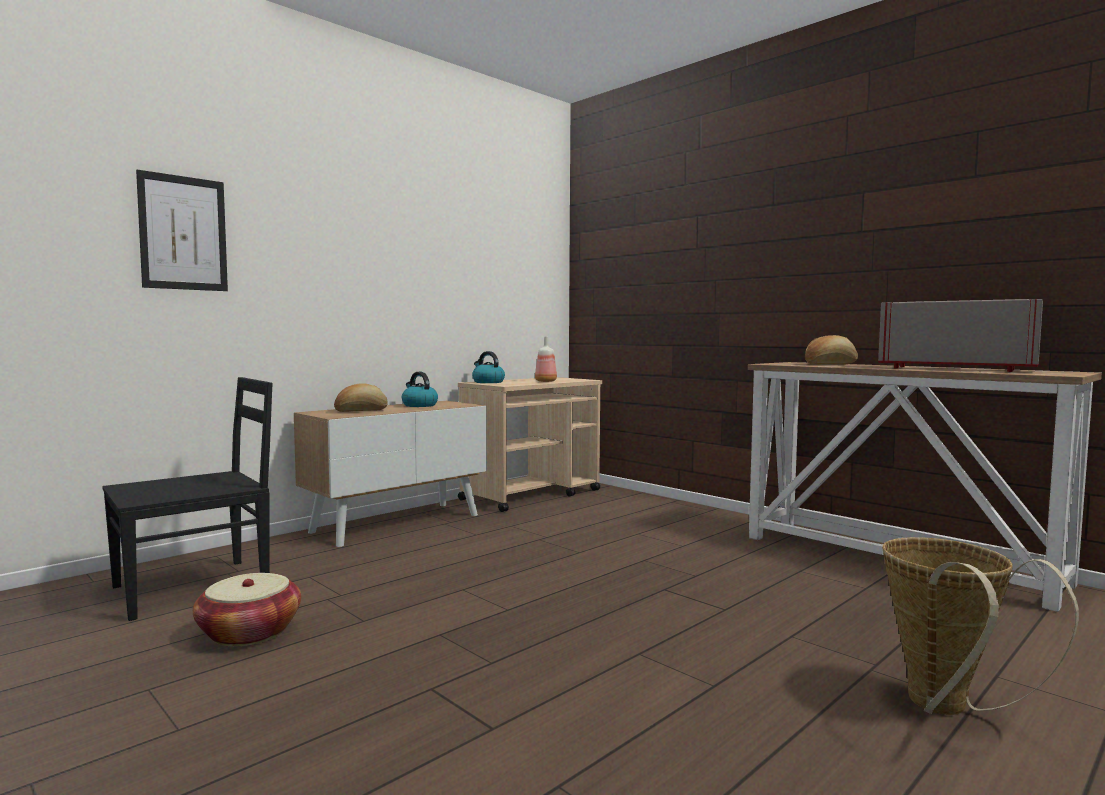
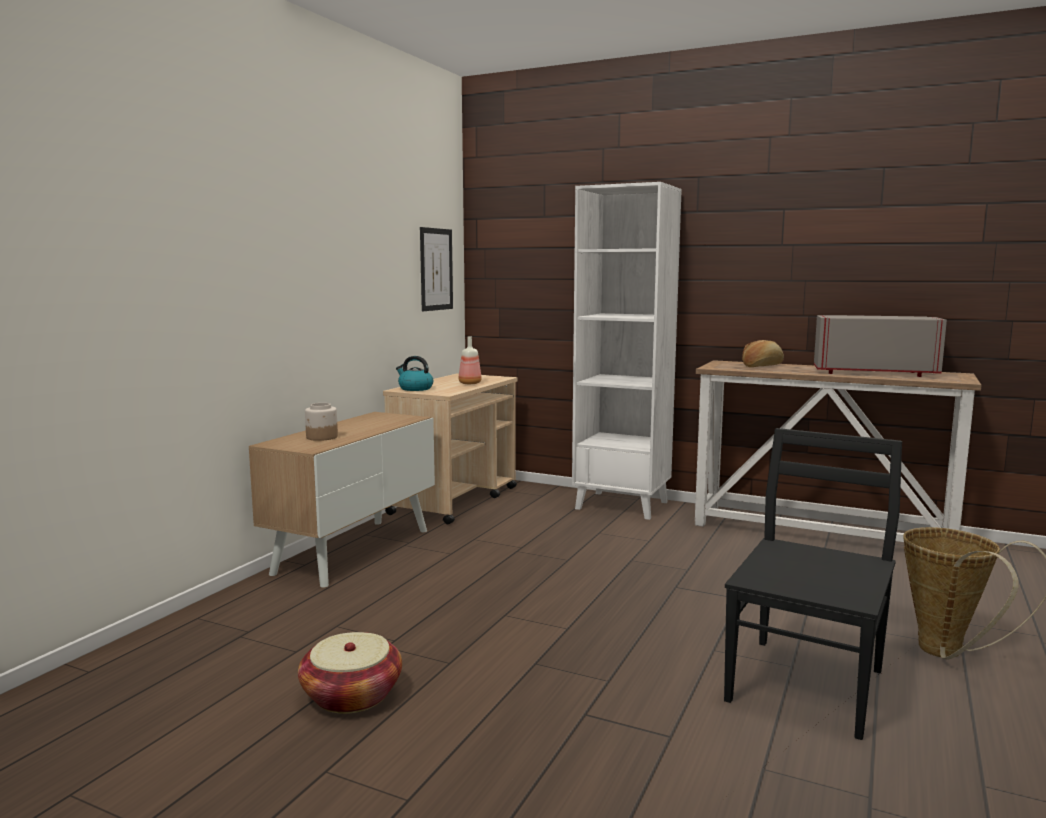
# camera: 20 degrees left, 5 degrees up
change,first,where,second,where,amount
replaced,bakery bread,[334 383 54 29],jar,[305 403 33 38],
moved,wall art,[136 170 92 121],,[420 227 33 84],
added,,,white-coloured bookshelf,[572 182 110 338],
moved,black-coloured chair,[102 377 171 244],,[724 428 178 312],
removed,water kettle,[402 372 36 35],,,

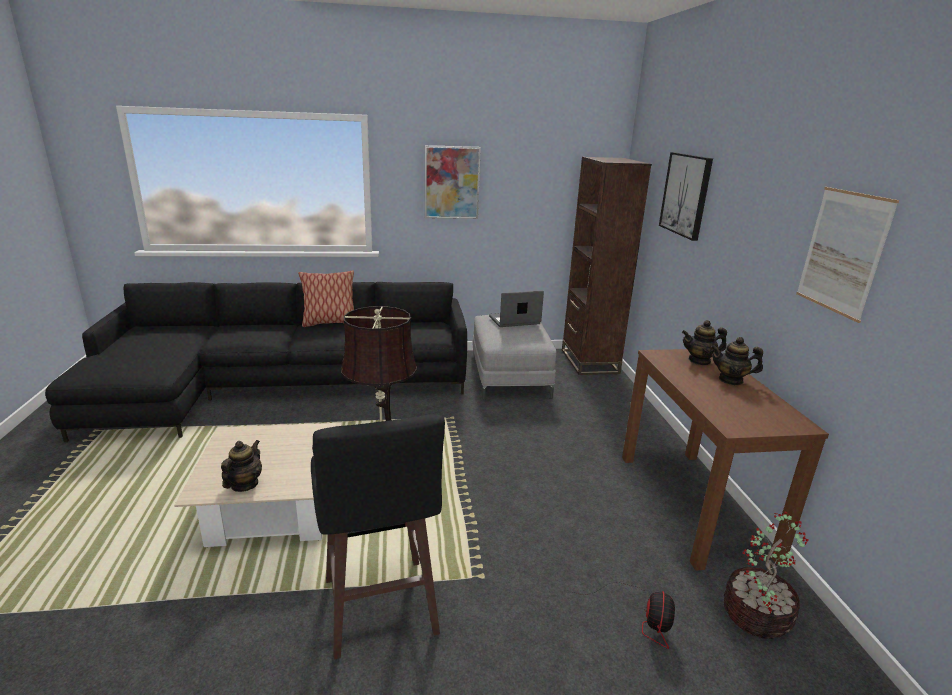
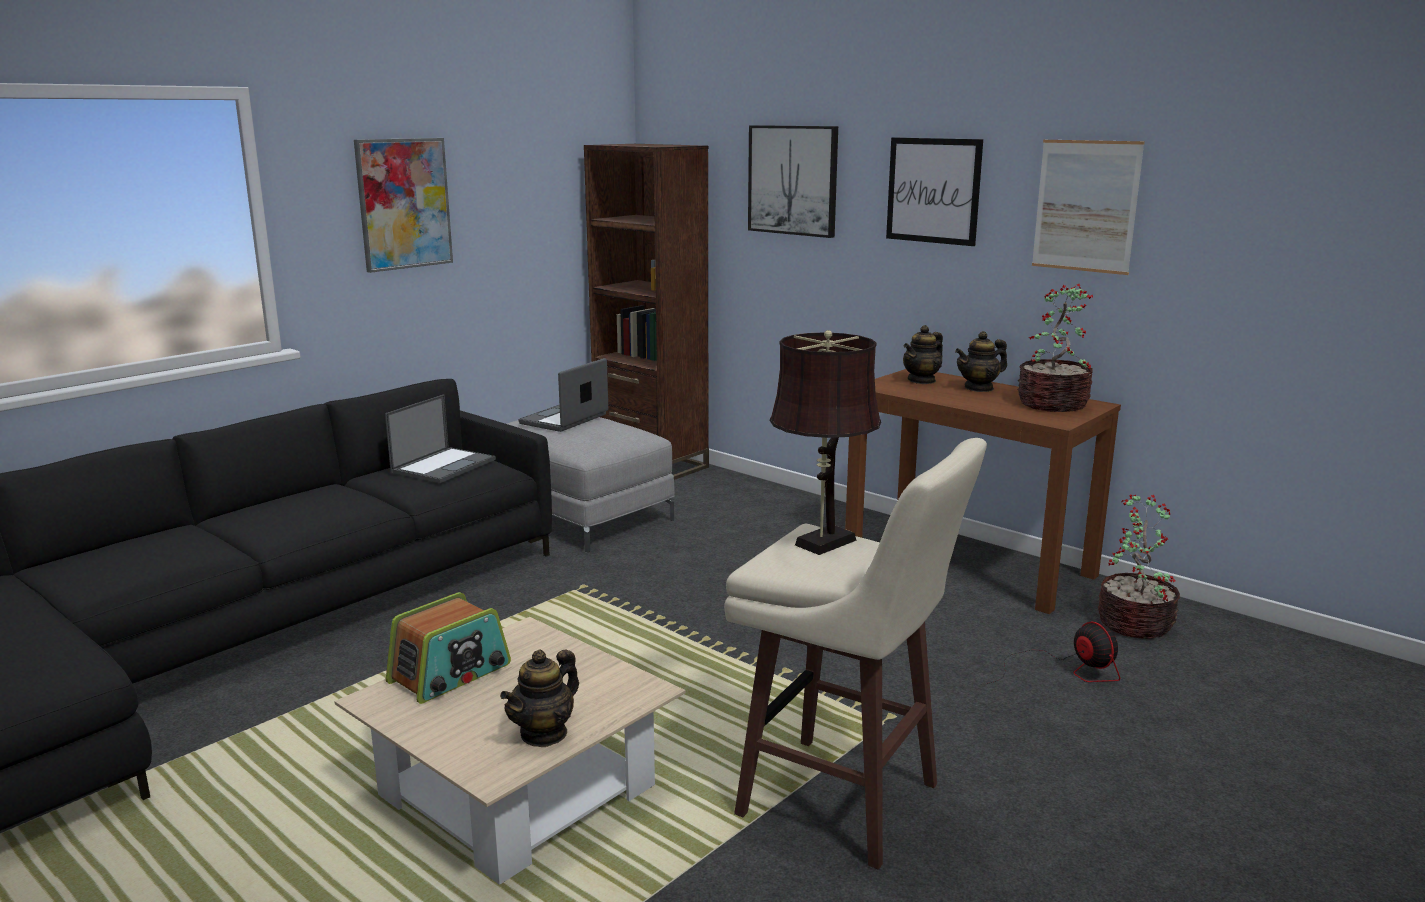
# camera: 40 degrees left, 5 degrees down
change,first,where,second,where,amount
added,,,laptop,[385 394 111 89],
added,,,radio,[386 592 125 112],
turned,teapot,[221 440 41 52],,[500 649 79 98],120 degrees counterclockwise
recoloured,black-coloured stool,[311 414 134 246],beige-coloured stool,[724 438 263 432],
added,,,wall art,[886 138 97 108],
added,,,houseplant,[1017 284 76 128],
removed,cushion,[298 270 56 57],,,

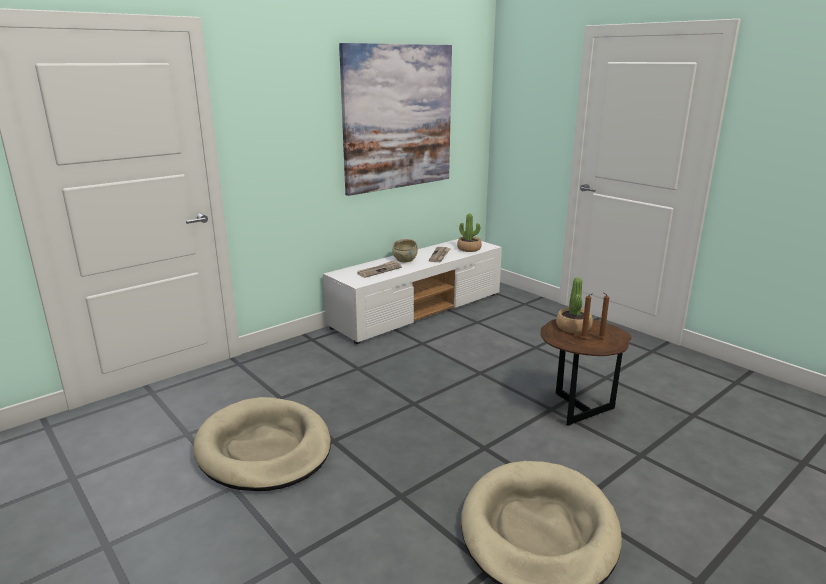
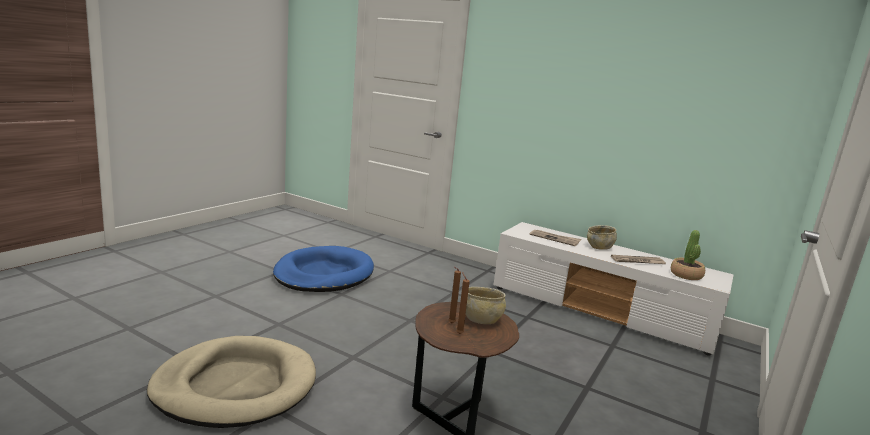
# camera: 70 degrees right, 5 degrees down
change,first,where,second,where,amount
recoloured,beige-coloured pet bed,[193 397 138 94],bluish pet bed,[273 246 101 46],
replaced,houseplant,[556 277 37 56],beige-coloured serving bowl,[466 287 40 37],
removed,wall art,[339 43 113 153],,,

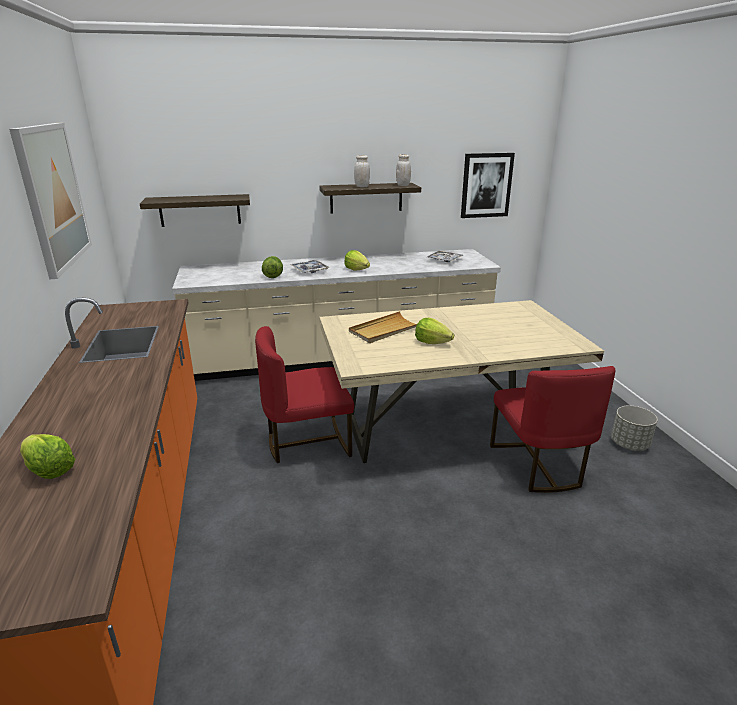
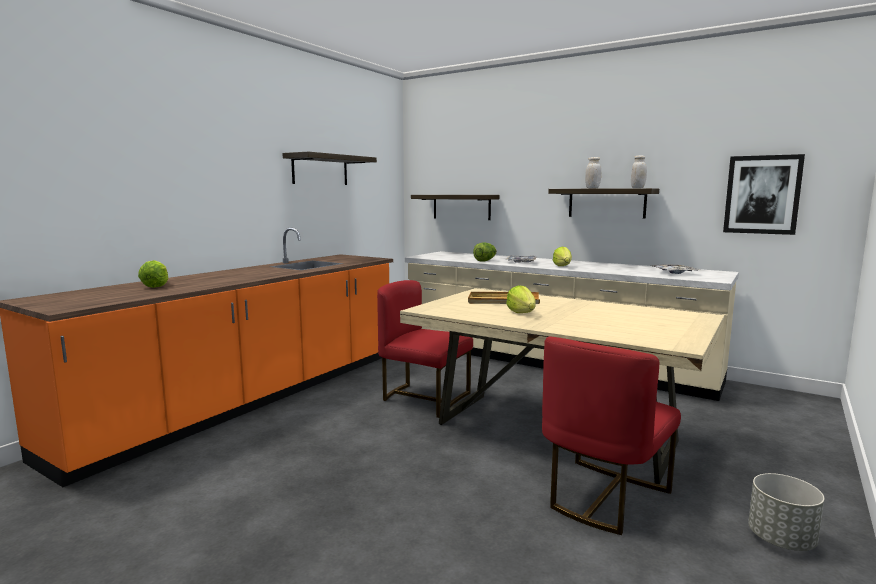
# camera: 45 degrees right, 15 degrees down
change,first,where,second,where,amount
replaced,wall art,[9 123 83 156],shelf,[282 152 95 33],

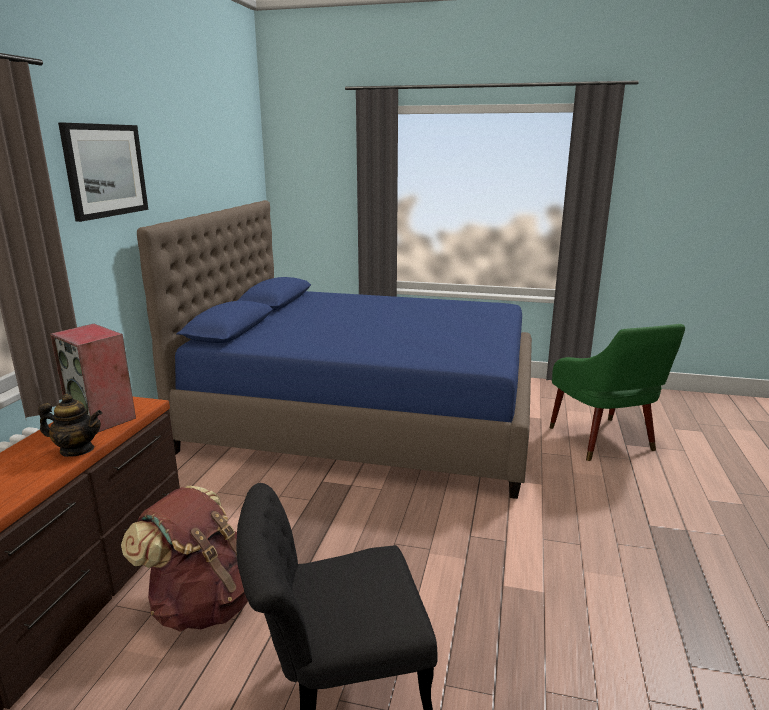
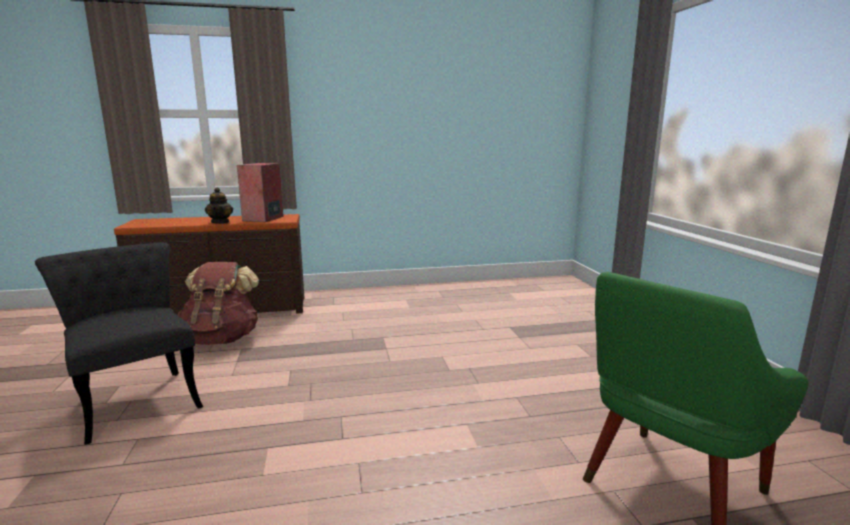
# camera: 65 degrees right, 5 degrees down
change,first,where,second,where,amount
removed,wall art,[58 123 90 99],,,
removed,bluish sleeping bed,[137 200 395 299],,,

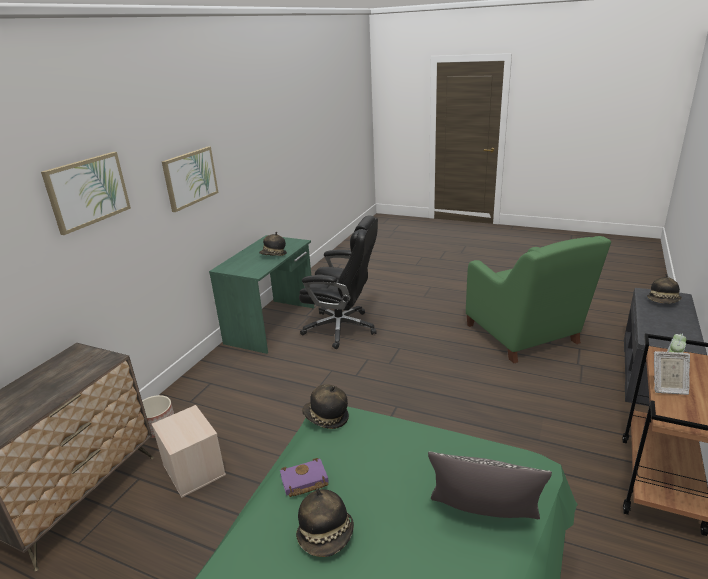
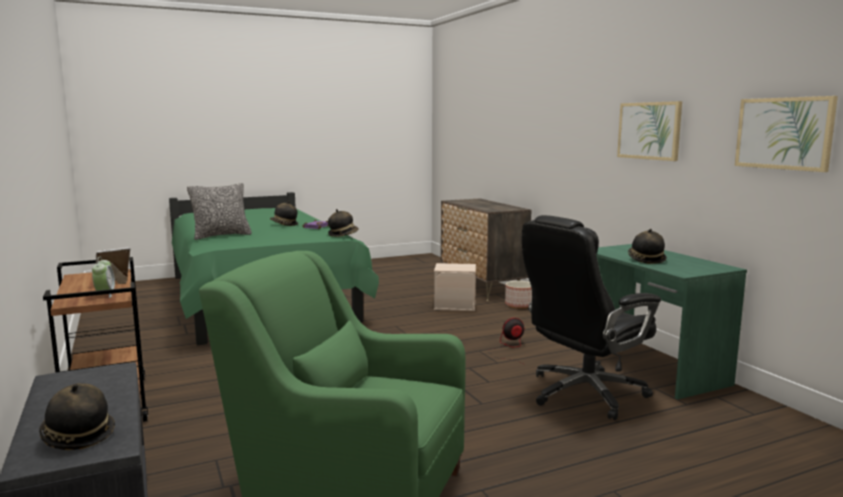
# camera: 130 degrees right, 15 degrees down
change,first,where,second,where,amount
added,,,electric fan,[492 318 33 47],
moved,wall art,[41 152 90 83],,[735 96 103 76],

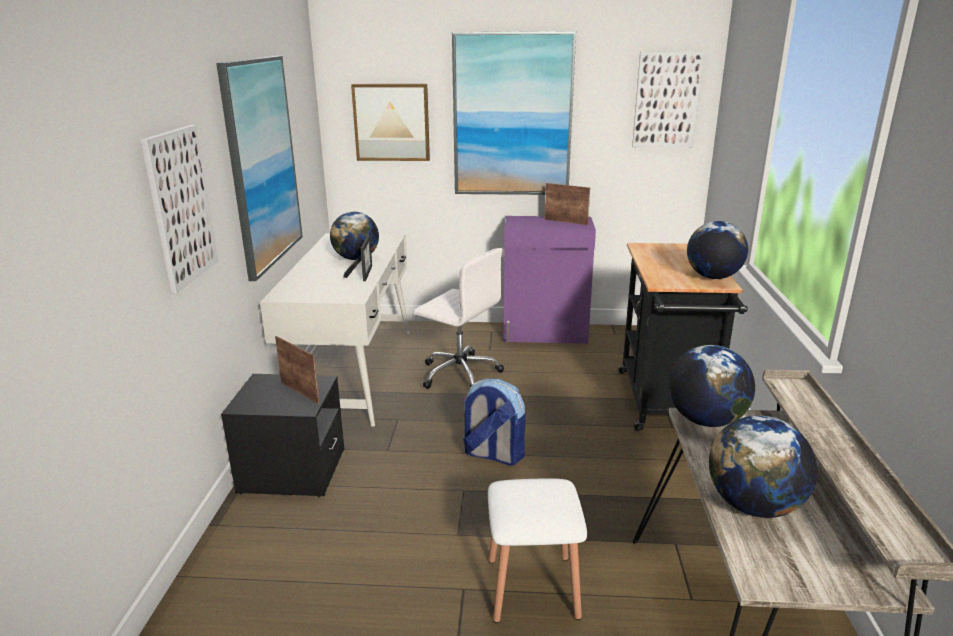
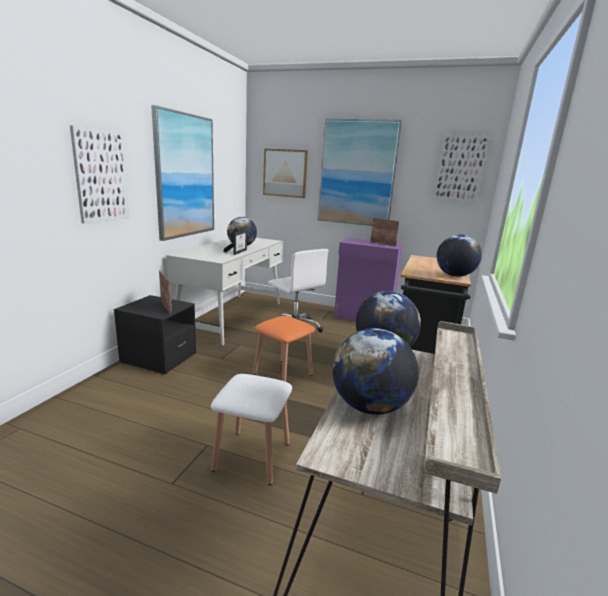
# camera: 15 degrees right, 5 degrees down
change,first,where,second,where,amount
replaced,backpack,[463 378 62 88],orange stool,[253 316 62 66],

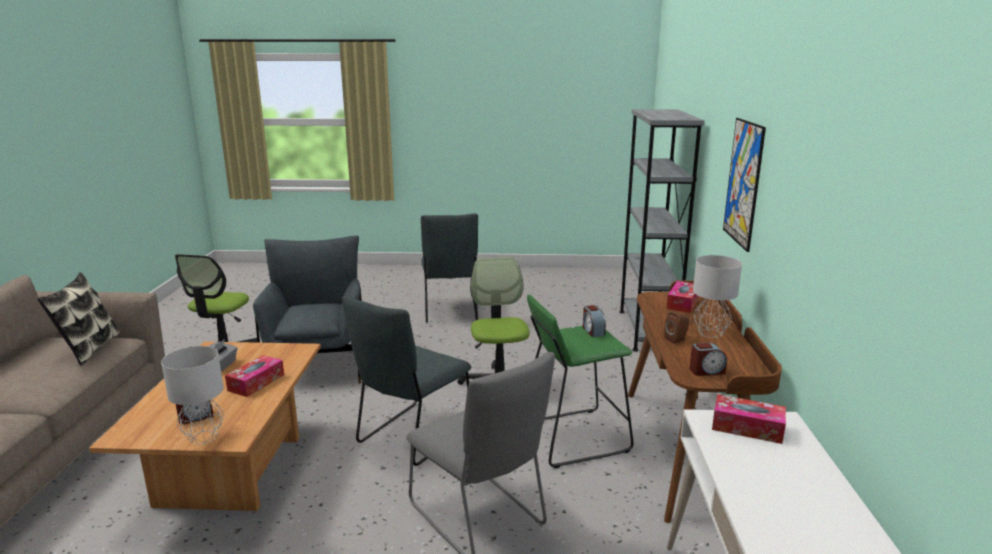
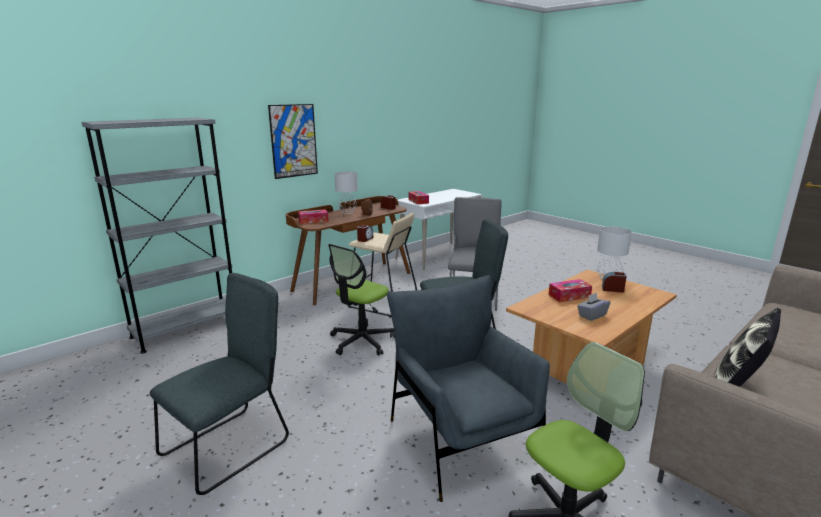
# camera: 135 degrees left, 0 degrees up
change,first,where,second,where,amount
recoloured,green stool,[527 294 107 174],beige-coloured stool,[347 213 70 105],
turned,grey lounge chair,[253 236 109 148],,[387 275 163 227],120 degrees clockwise

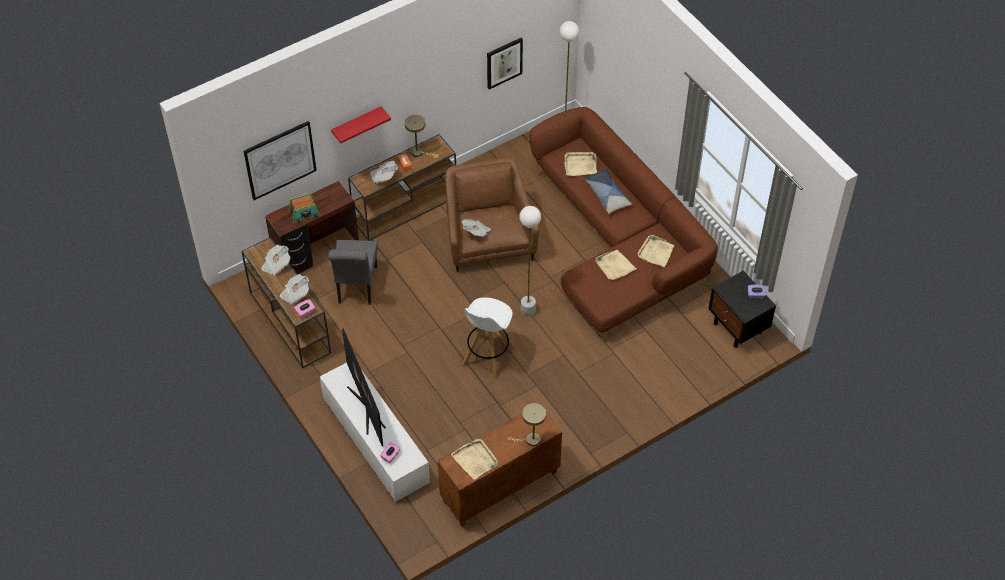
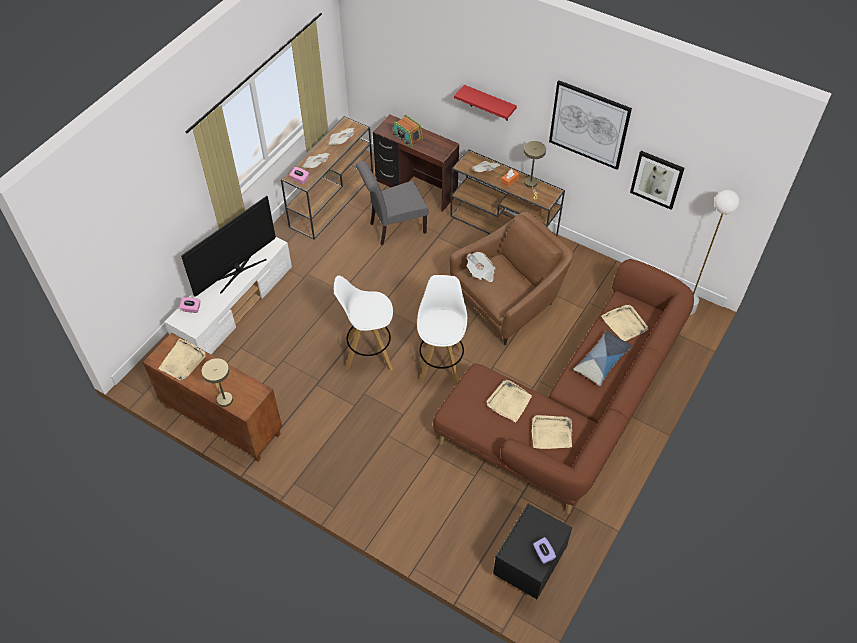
# camera: 65 degrees right, 0 degrees up
change,first,where,second,where,amount
replaced,white-coloured standard lamp,[519 206 22 110],white-coloured stool,[417 275 50 110],
moved,wall art,[243 121 74 79],,[549 80 83 90],

